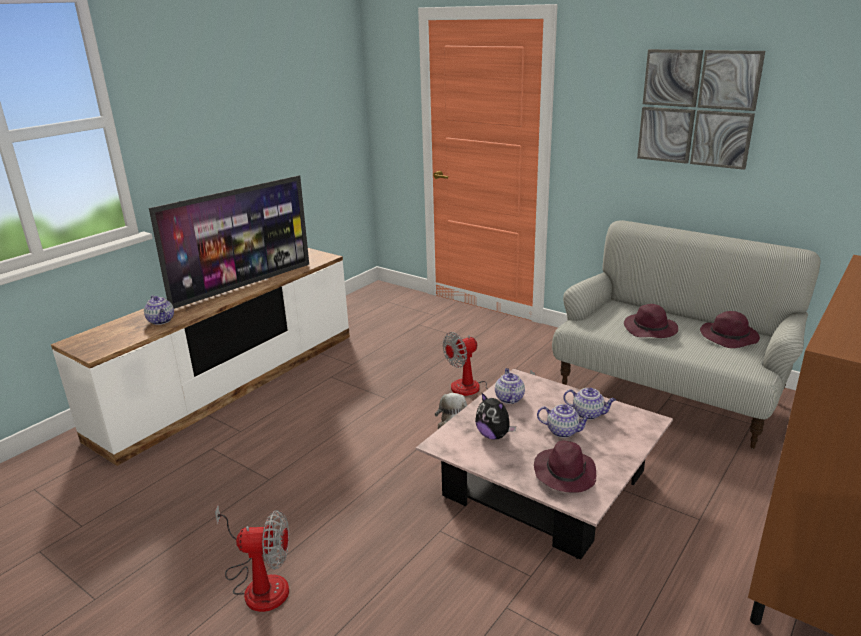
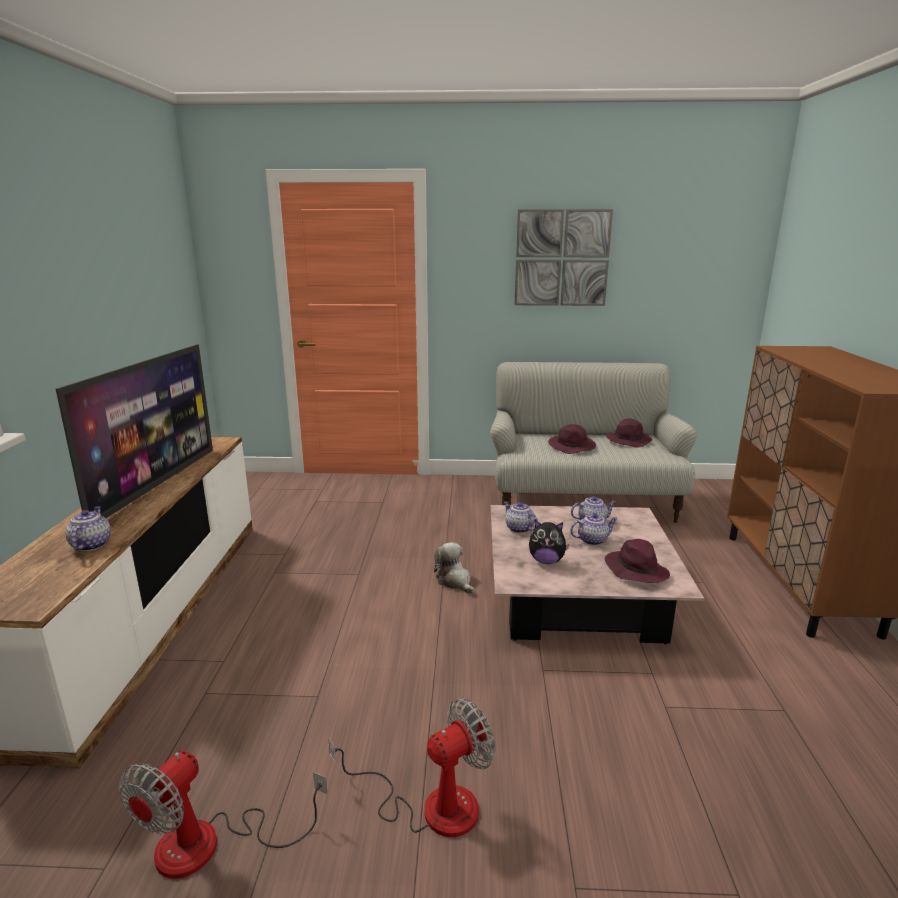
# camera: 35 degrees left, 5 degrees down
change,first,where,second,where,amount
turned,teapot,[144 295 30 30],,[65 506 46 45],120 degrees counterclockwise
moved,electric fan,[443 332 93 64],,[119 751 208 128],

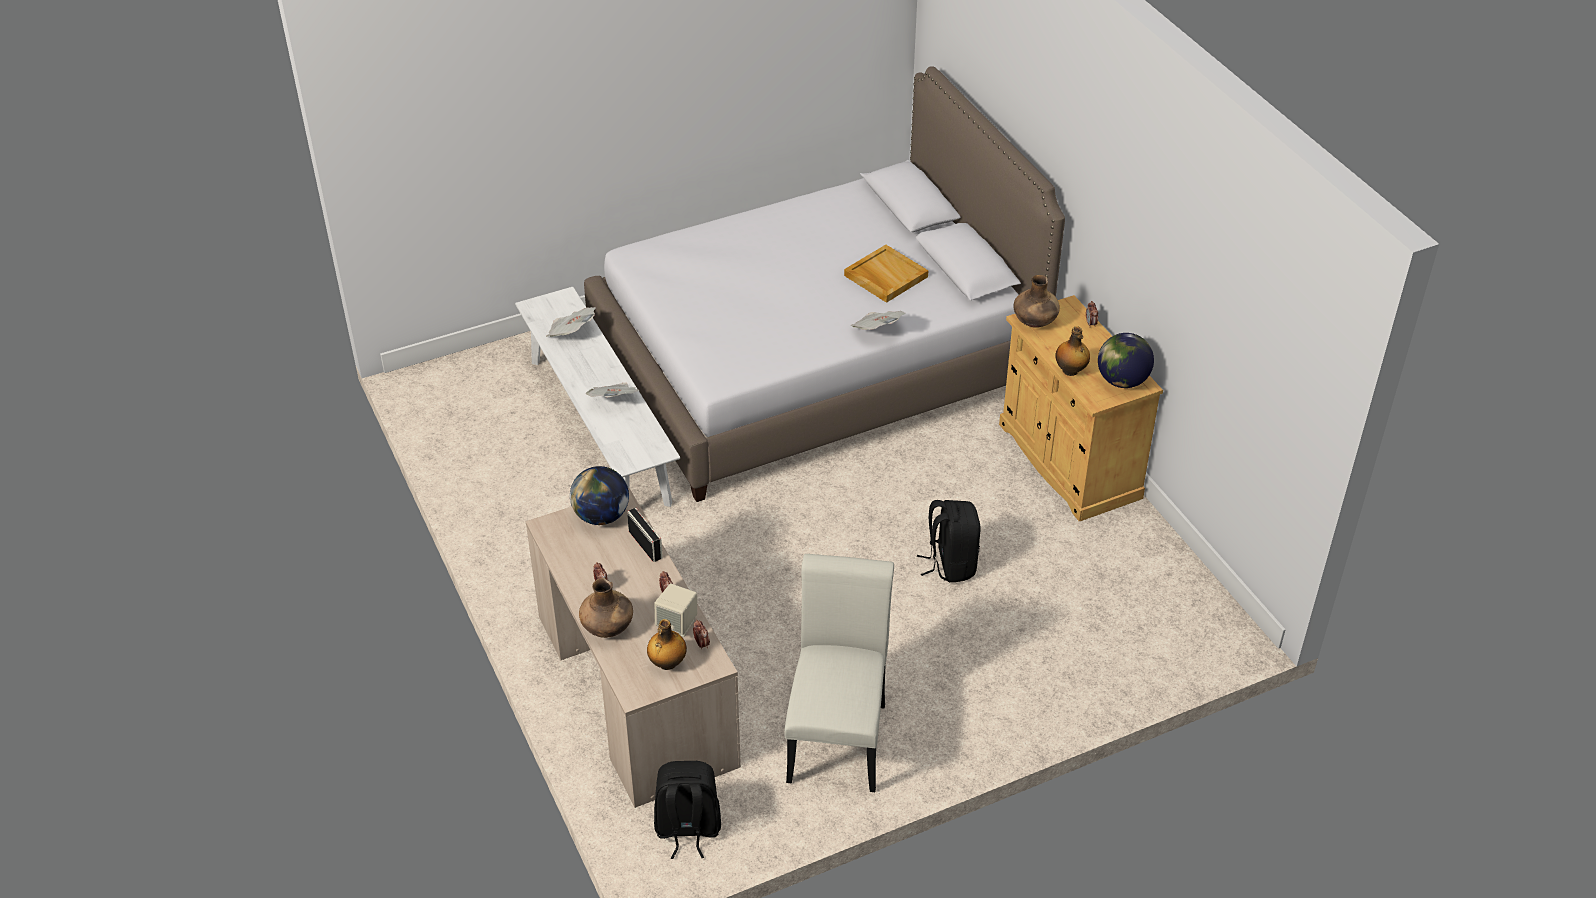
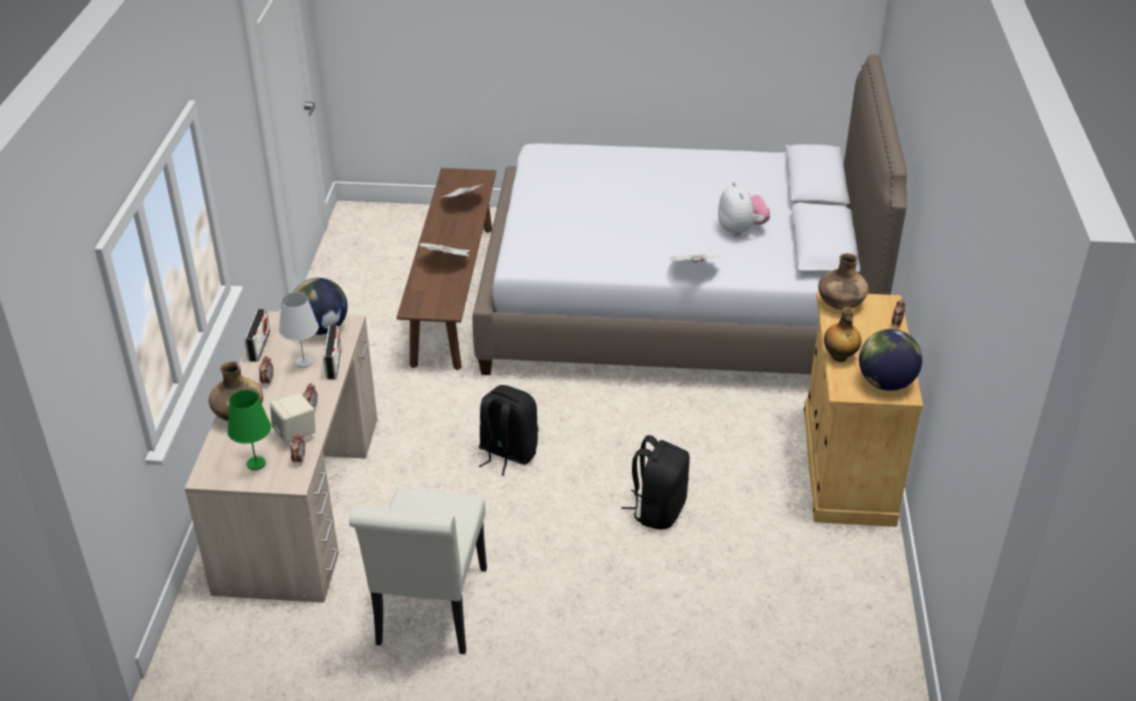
# camera: 30 degrees right, 5 degrees down
change,first,where,second,where,amount
replaced,beverage bottle,[647 619 40 51],green tabletop lamp,[227 390 44 80],
added,,,radio,[245 309 25 53],
added,,,white-coloured tabletop lamp,[279 292 40 76],
turned,white-coloured chair,[784 554 110 238],,[349 489 138 165],150 degrees clockwise
recoloured,white-coloured bench,[515 287 165 220],brownish bench,[397 168 99 202],
moved,black-coloured backpack,[654 761 67 98],,[479 385 59 91],
replaced,beige-coloured carrying tray,[844 245 84 58],plush toy,[718 182 52 54],

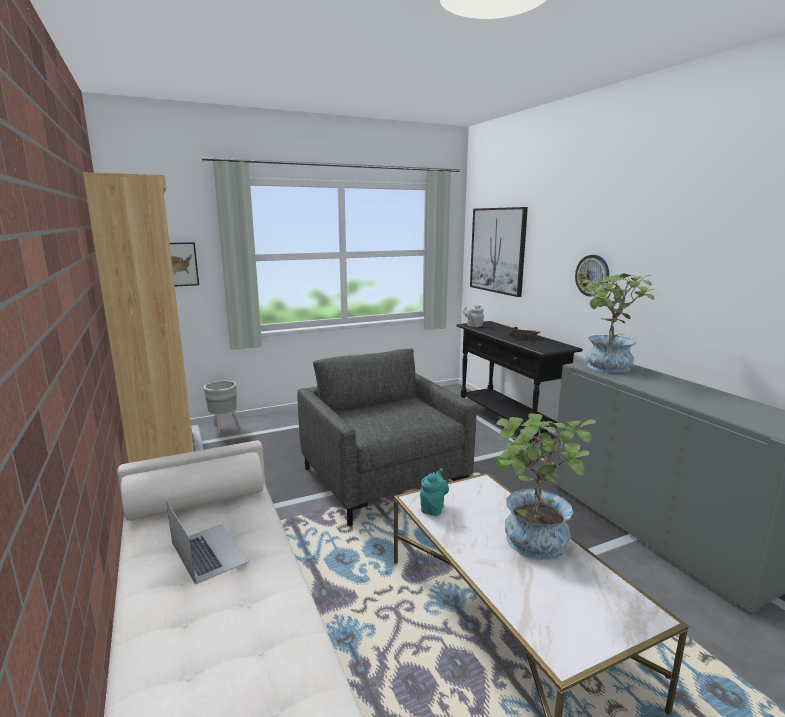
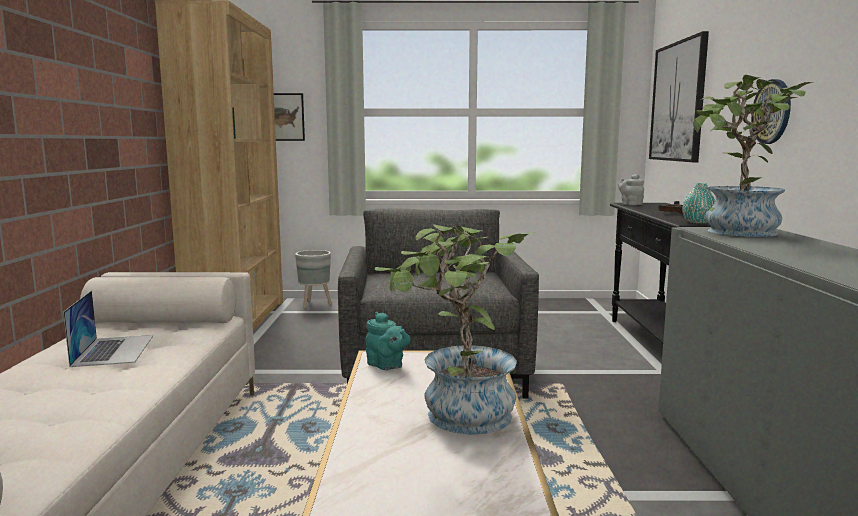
# camera: 25 degrees right, 5 degrees down
change,first,where,second,where,amount
turned,blue-green teapot,[420 468 29 48],,[366 312 45 58],90 degrees clockwise
added,,,blue-green flower vase,[682 183 33 40],

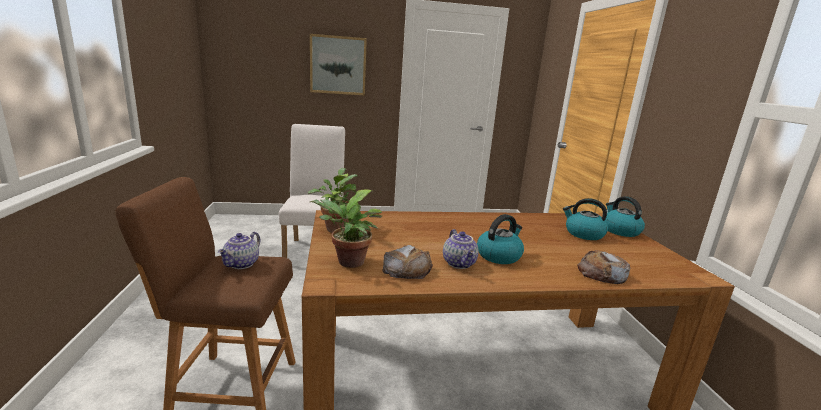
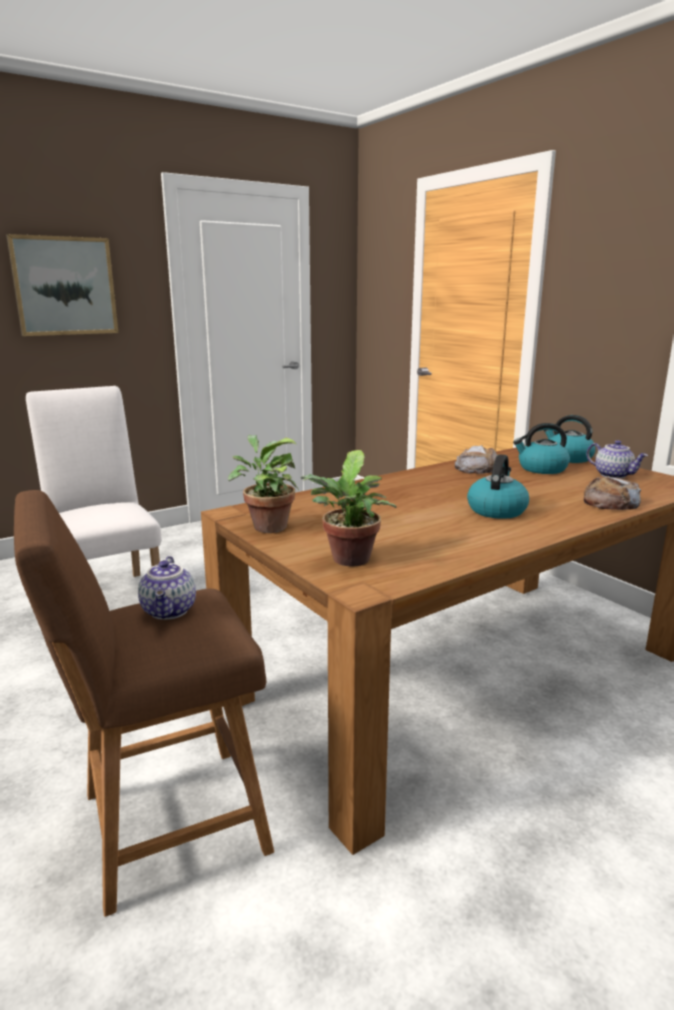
# camera: 25 degrees left, 0 degrees up
change,first,where,second,where,amount
moved,bakery bread,[383 245 50 34],,[455 445 42 29],
moved,teapot,[443 229 36 40],,[586 440 62 39],

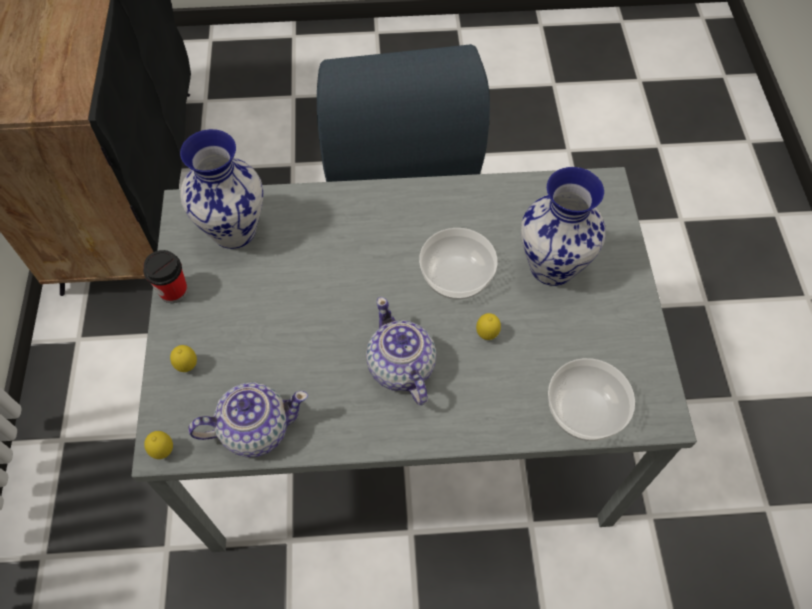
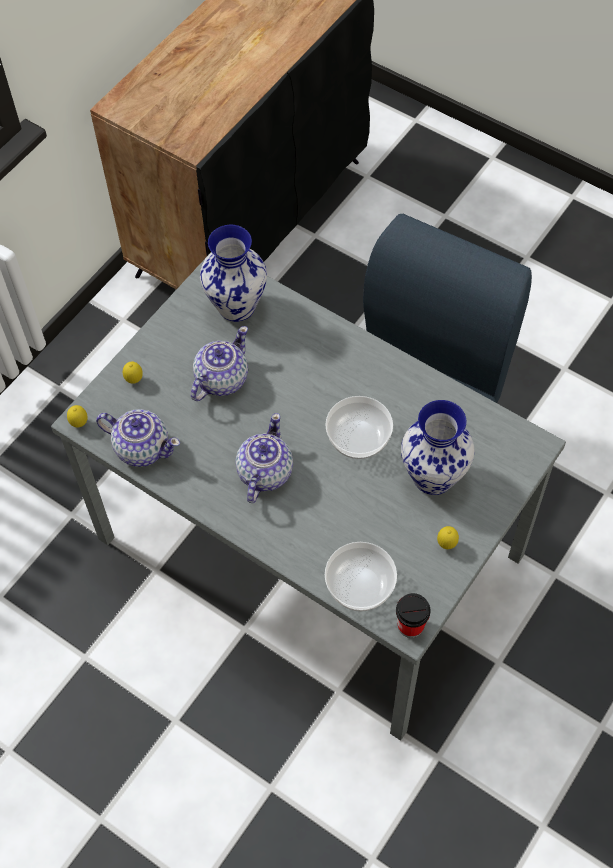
# camera: 40 degrees right, 0 degrees up
change,first,where,second,where,amount
added,,,teapot,[191 326 57 75],
moved,small cup,[143 250 45 53],,[396 593 35 45],
moved,citrus fruit,[476 313 25 27],,[437 526 22 23],

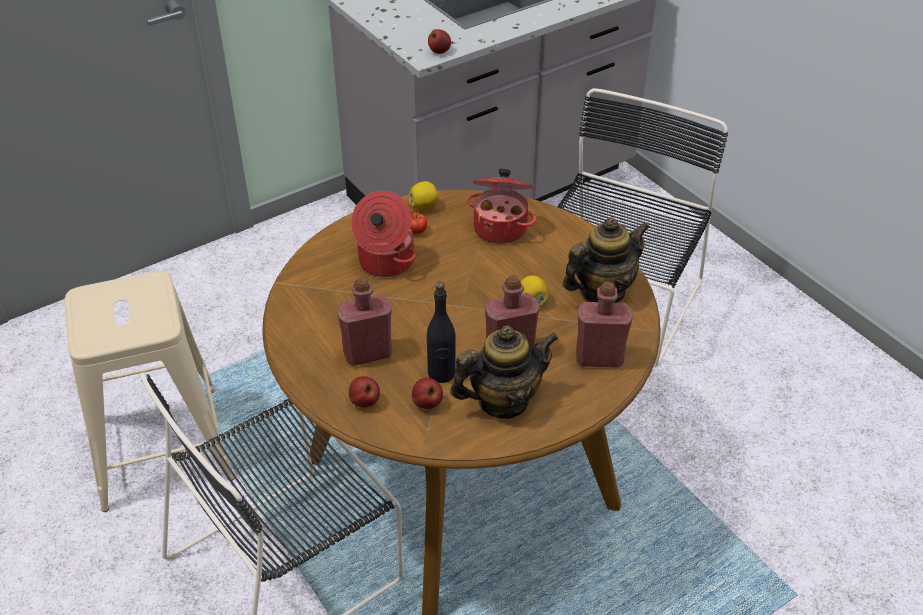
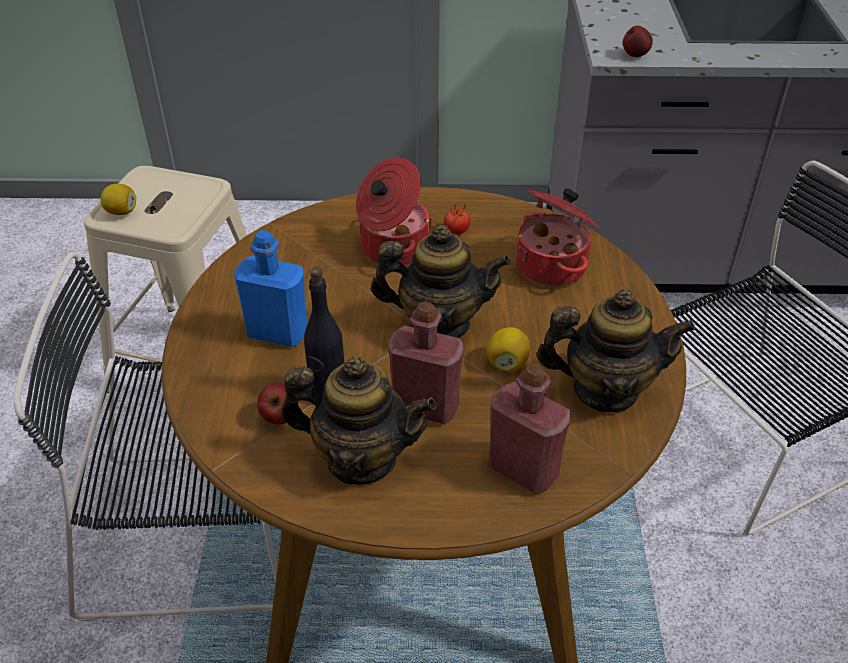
# camera: 35 degrees right, 0 degrees up
change,first,where,second,where,amount
moved,citrus fruit,[409 181 29 29],,[101 184 35 31],
recoloured,red beverage bottle,[337 277 55 89],bluish beverage bottle,[234 230 74 117],
added,,,teapot,[371 225 140 113],
removed,apple fruit,[349 376 31 32],,,

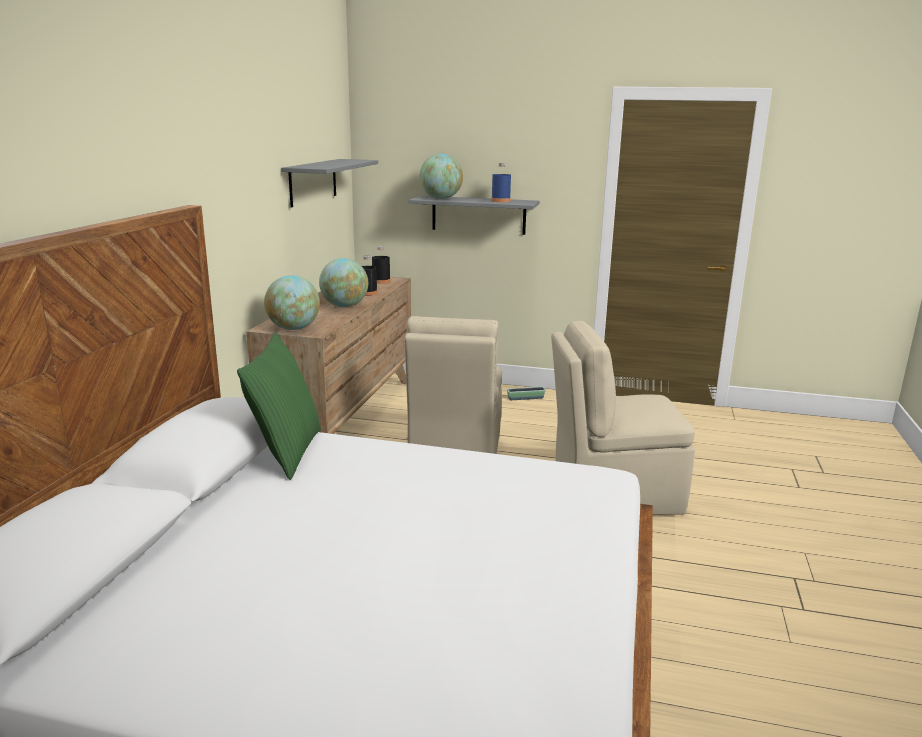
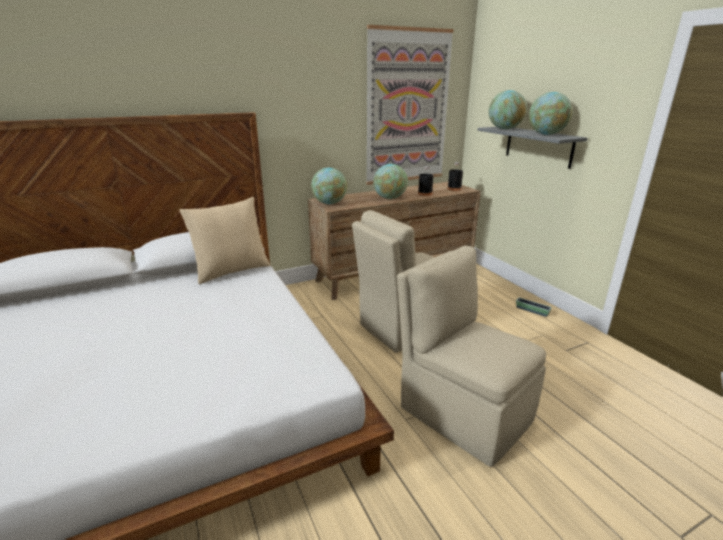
# camera: 50 degrees right, 5 degrees up
change,first,where,second,where,amount
recoloured,green cushion,[237 332 84 147],beige-coloured cushion,[180 197 91 87],
replaced,grey shelf,[281 159 97 48],wall art,[366 25 88 160],
replaced,bluish beverage bottle,[491 163 20 39],desk globe,[529 92 44 43],

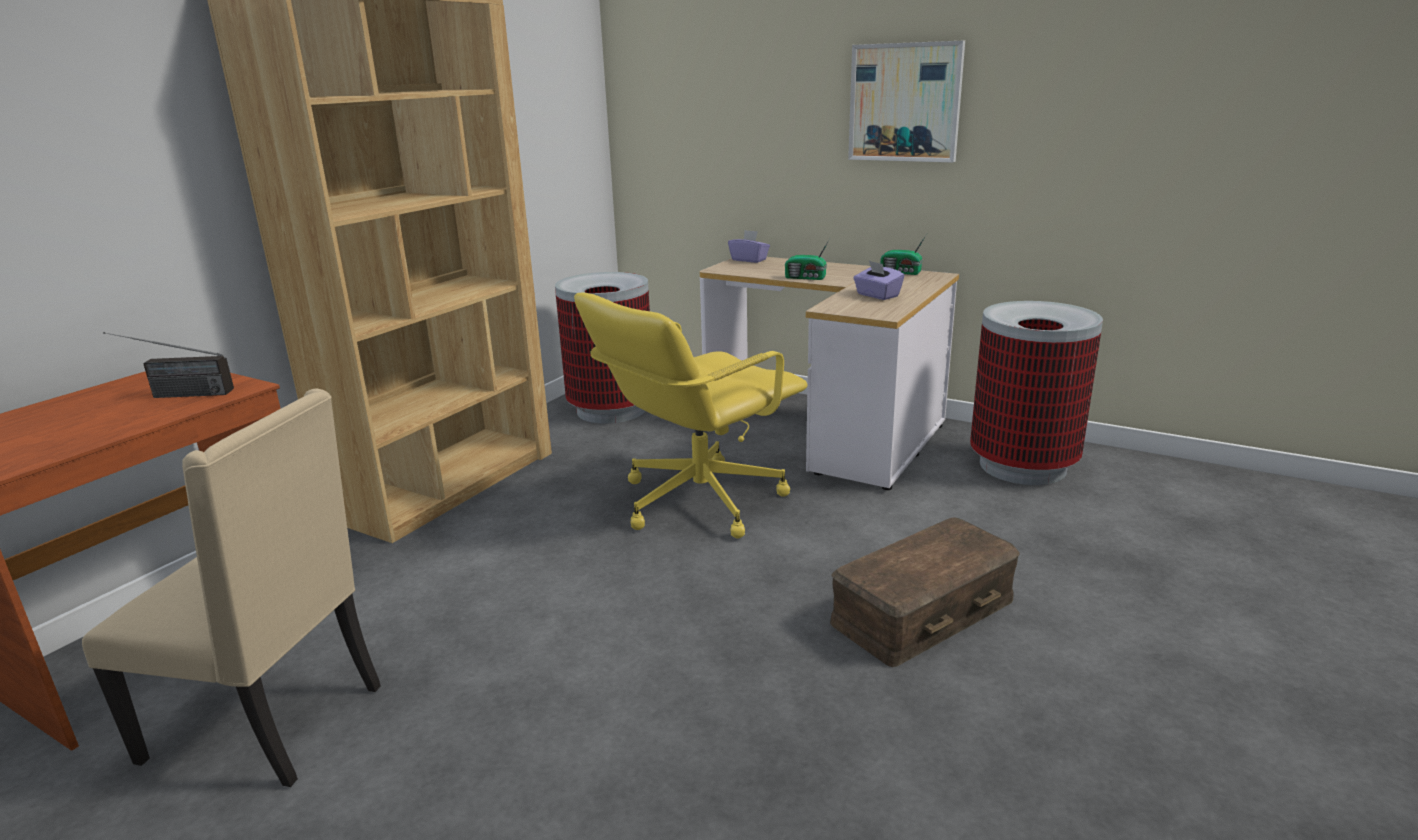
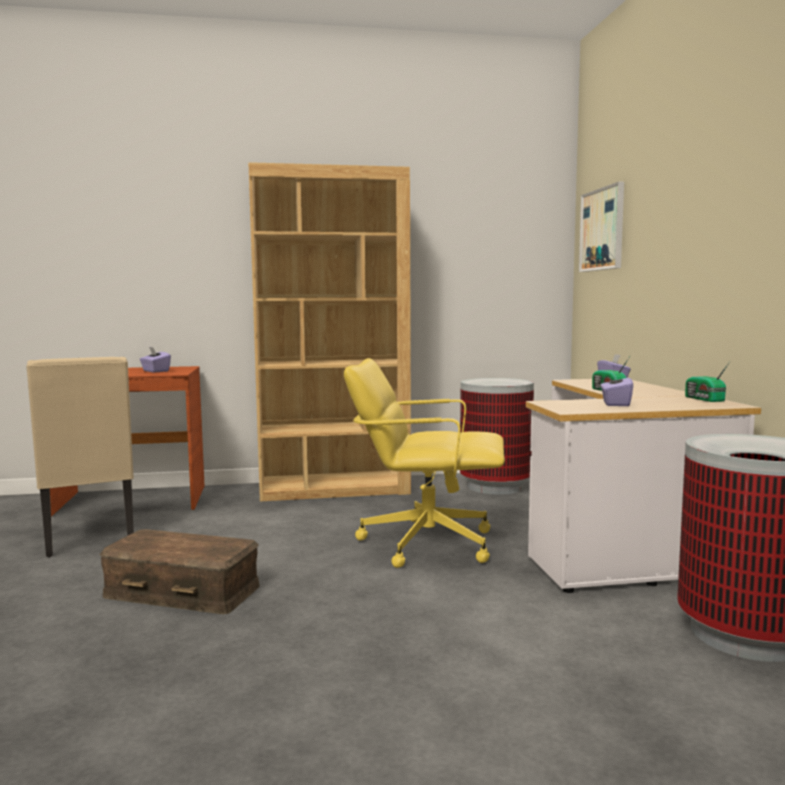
# camera: 50 degrees right, 15 degrees down
change,first,where,second,where,amount
moved,brownish storage container,[830 517 190 150],,[100 529 160 85],
replaced,radio,[103 332 131 66],purple-coloured tissue box,[140 347 31 26],
moved,wall art,[848 41 117 122],,[579 182 45 90],

